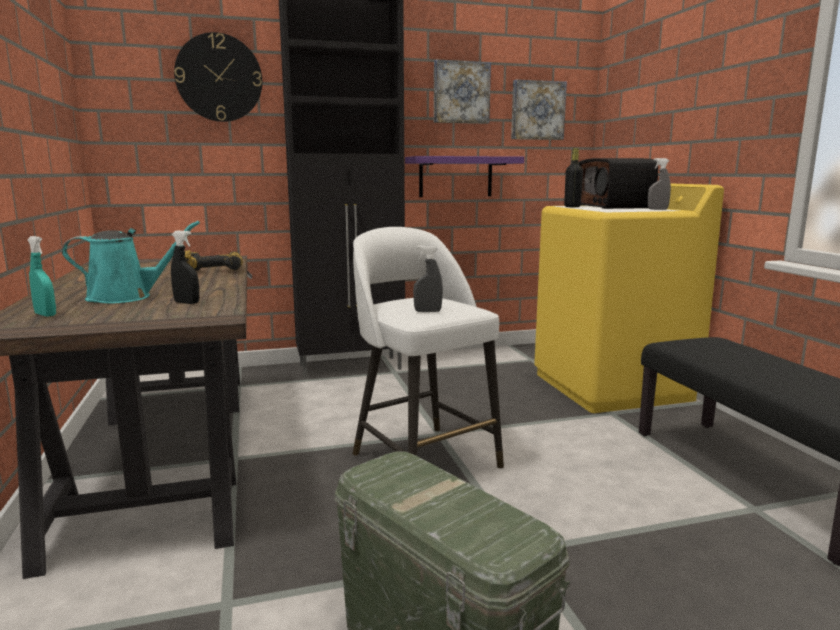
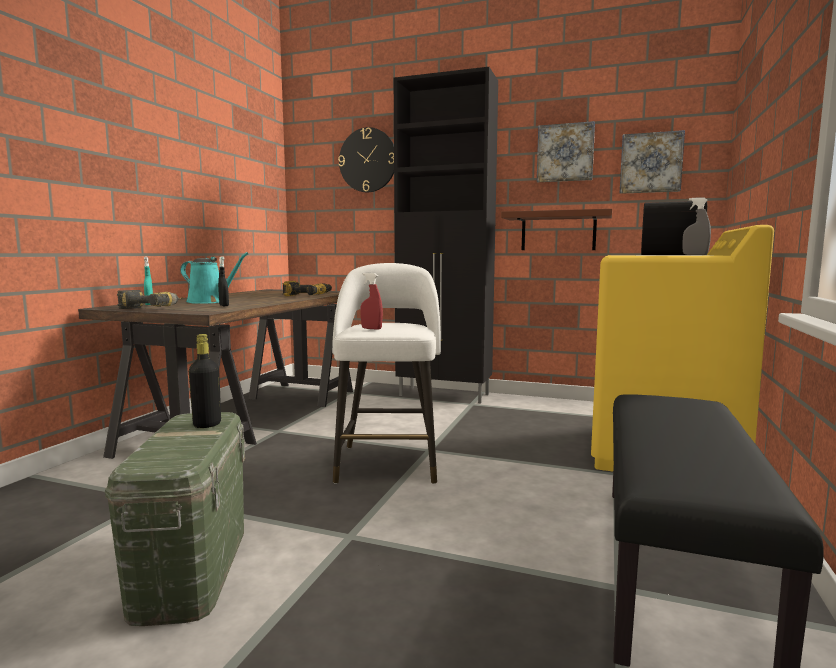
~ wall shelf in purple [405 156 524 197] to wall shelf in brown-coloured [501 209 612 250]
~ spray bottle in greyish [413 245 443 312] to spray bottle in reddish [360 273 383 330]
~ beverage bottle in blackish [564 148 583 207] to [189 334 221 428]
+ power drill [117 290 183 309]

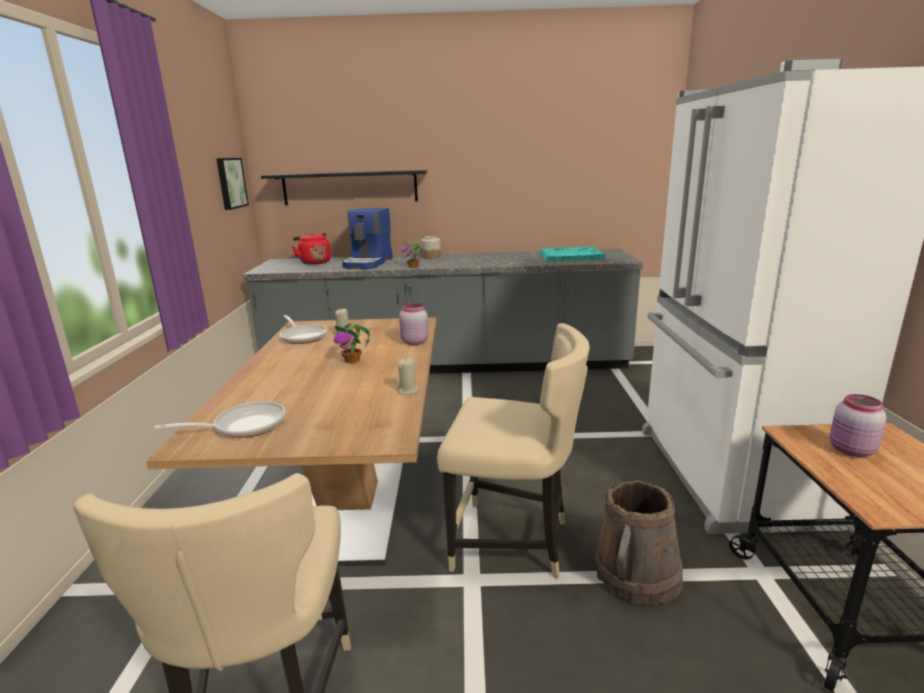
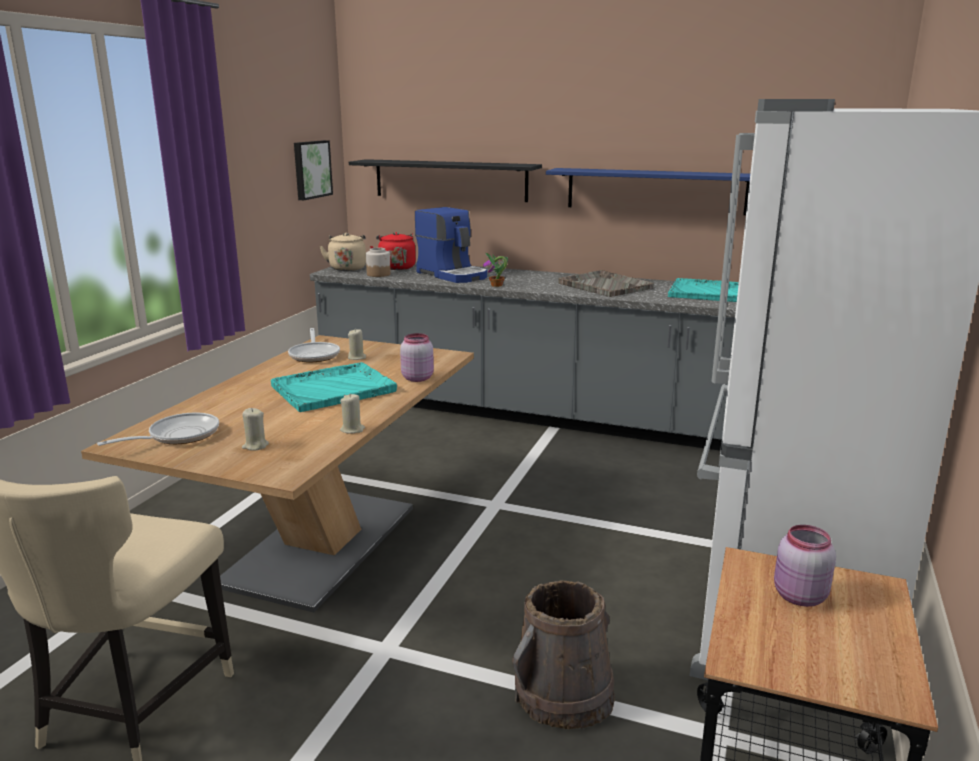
~ frying pan [154 401 285 438] = [97 412 219 446] 45 degrees counterclockwise
~ potted plant [333 324 370 363] to carrying tray in turquoise [271 362 397 412]
~ coffee maker [342 208 393 269] = [415 207 487 283] 75 degrees counterclockwise
~ jar [421 236 441 259] to [366 248 391 277]
- plain chair in beige-coloured [437 323 589 579]
+ wax light in beige-coloured [242 408 269 451]
+ tea kettle in beige-coloured [319 233 366 271]
+ wall shelf in blue [546 168 750 215]
+ carrying tray in greyish [558 270 654 297]

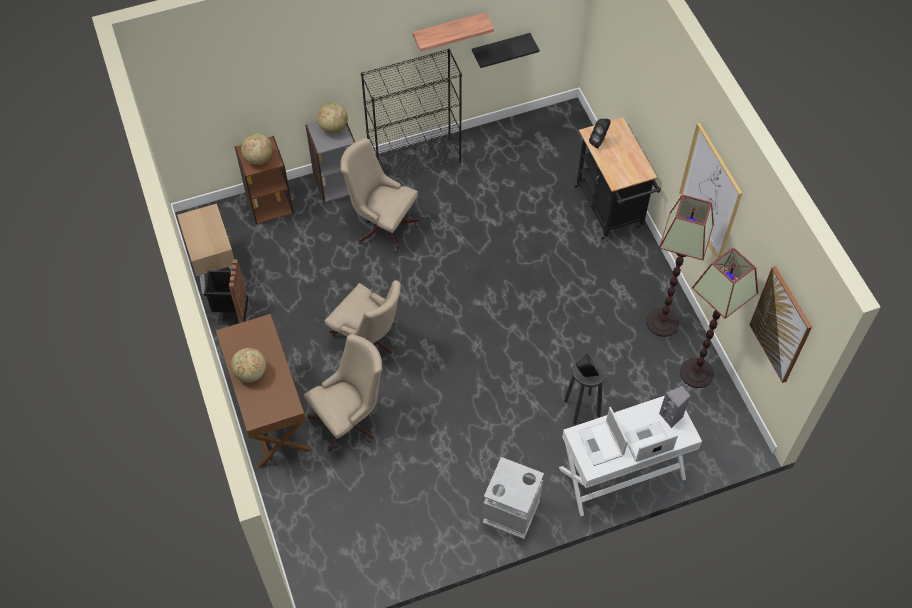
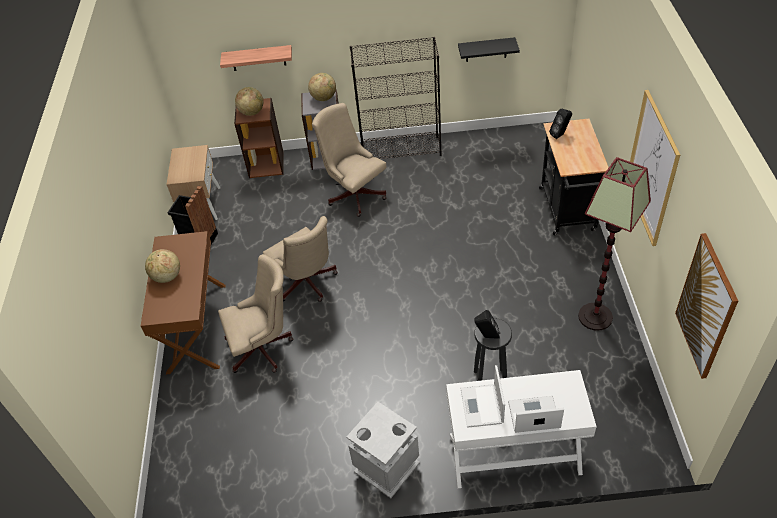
~ wall shelf [412 12 494 52] to [220 45 292 71]
- speaker in greyish [659 386 691 428]
- standard lamp [680 247 758 388]

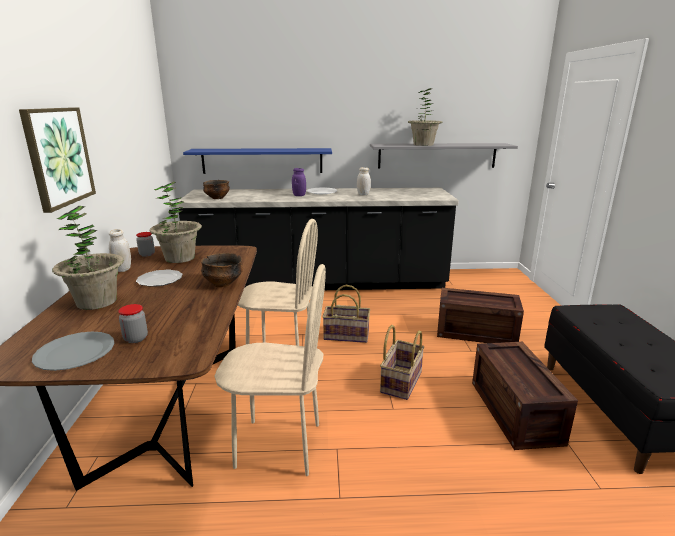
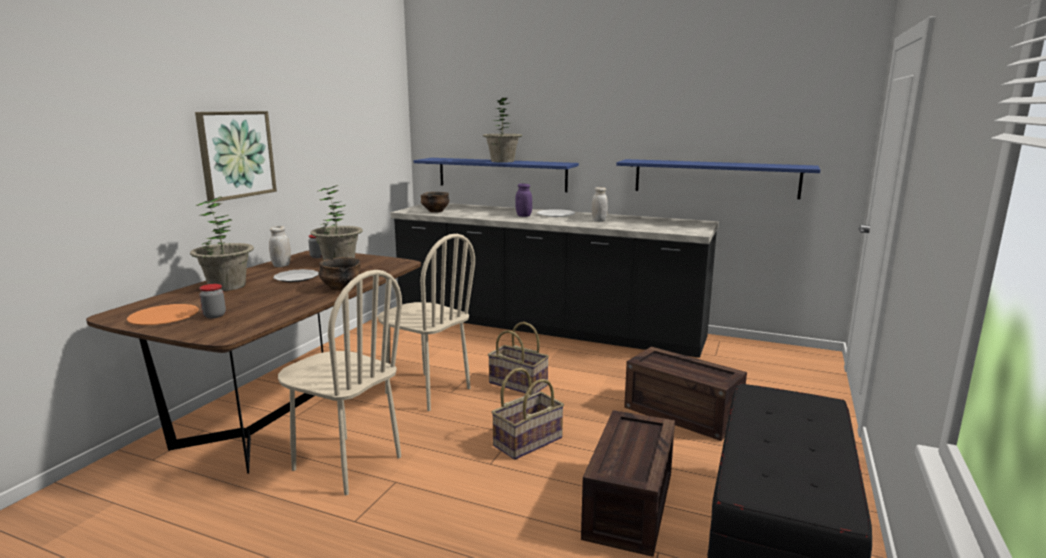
~ plate in greyish [32 332 114 371] to plate in orangey [127 304 199 325]
~ wall shelf in greyish [370 143 518 168] to wall shelf in blue [616 159 820 199]
~ potted plant [408 88 442 146] to [483 98 522 163]

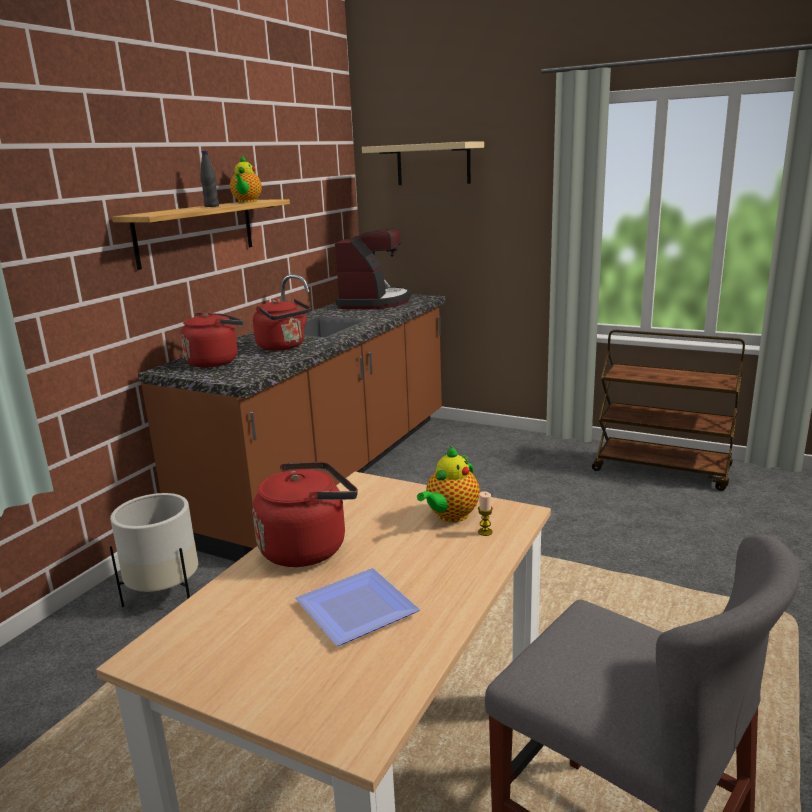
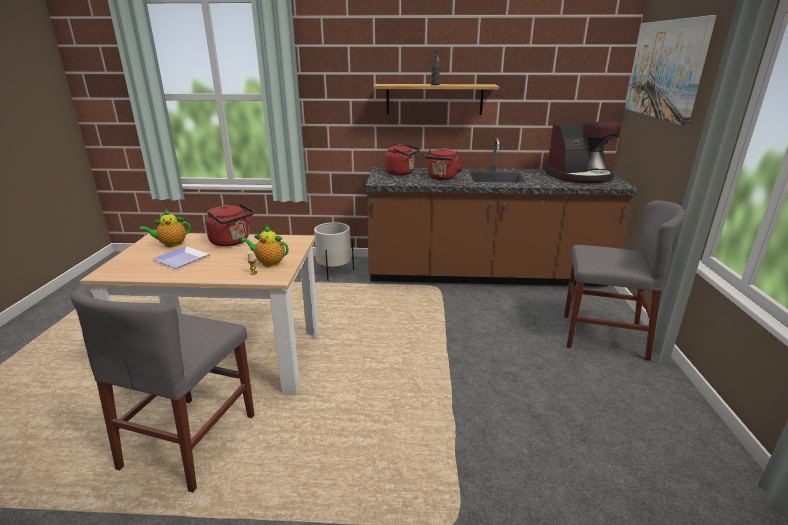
~ tea pot [230 155 262 202] to [139 209 191 247]
~ wall shelf in beige-coloured [362 141 484 185] to wall art [625 15 716 126]
- cart in brown-coloured [592 330 745 491]
+ plain chair in greyish [564 200 686 361]

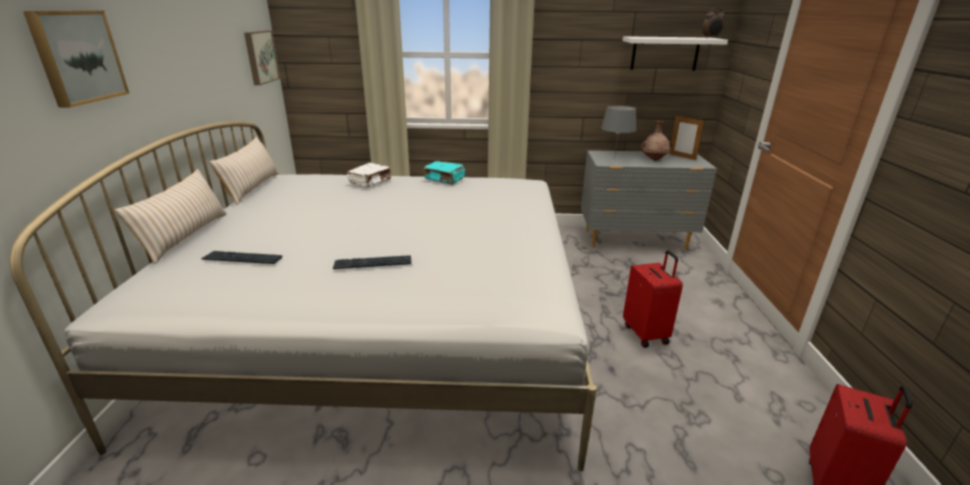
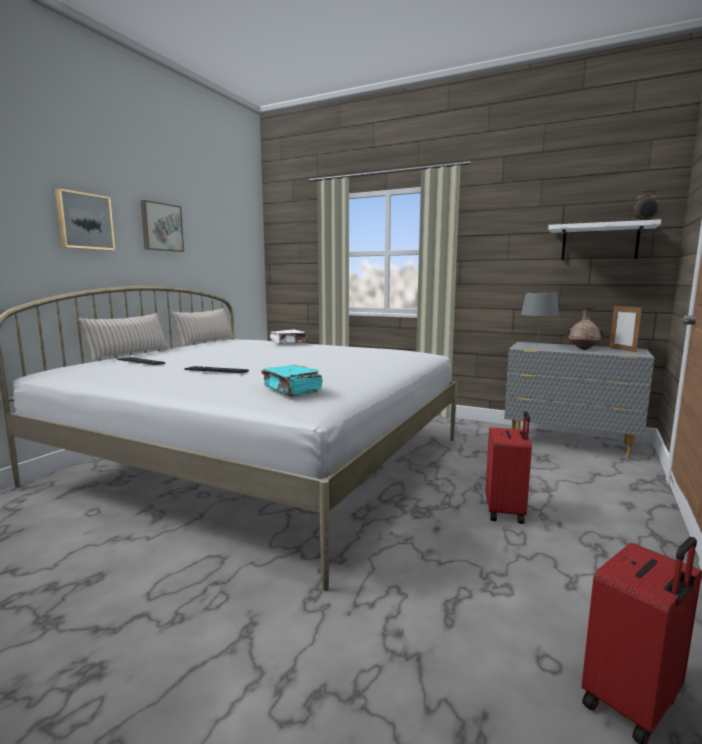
~ wall art [244 30 280 85] to [141 200 184 252]
~ book in turquoise [423 161 465 185] to [262 365 323 397]

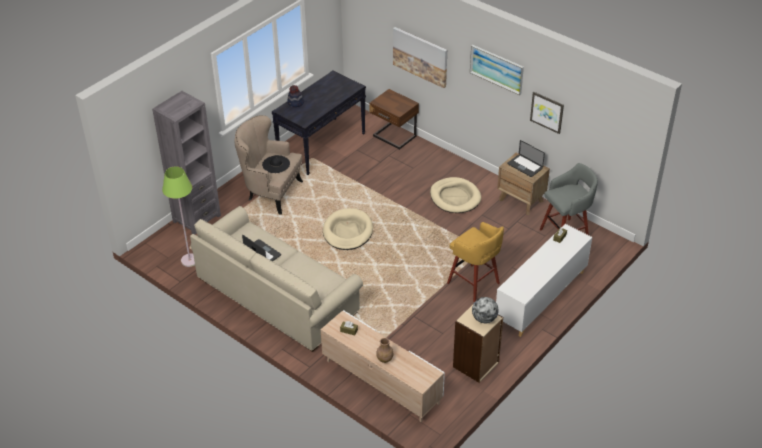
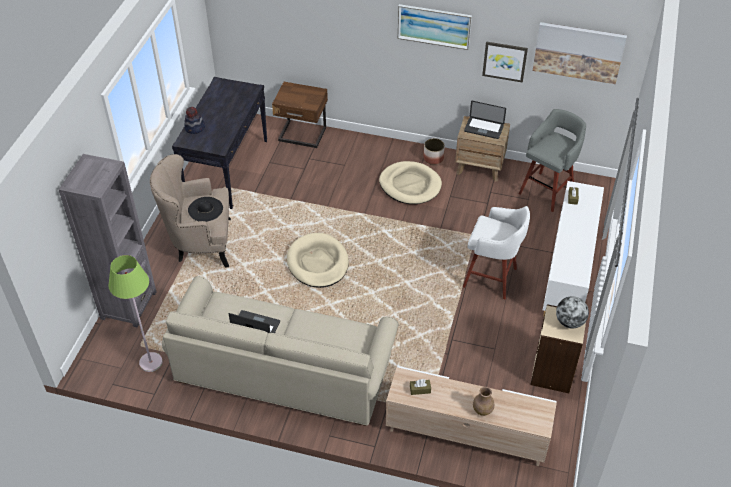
~ wall art [393 27 447 88] to [533 22 627 84]
~ sitting stool in yellowish [447 222 504 302] to sitting stool in white-coloured [463 206 530 299]
+ flower pot [423 138 445 165]

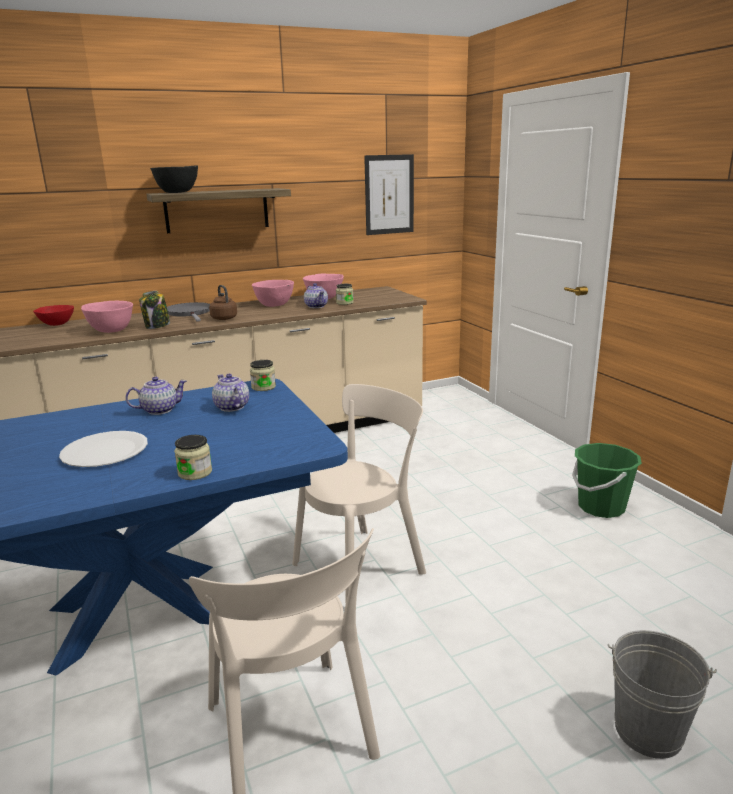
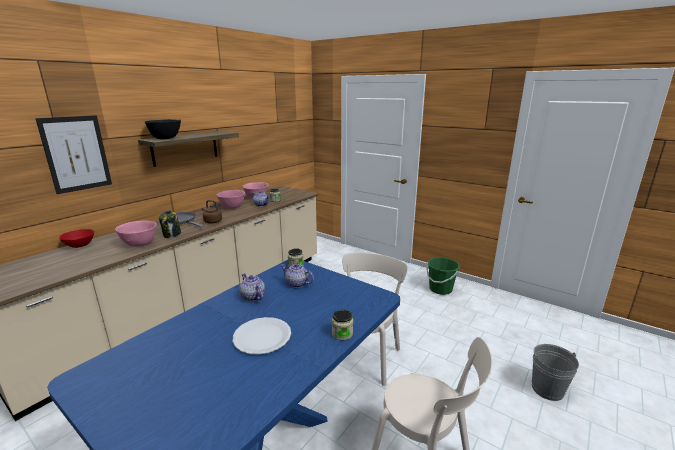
~ tea pot [125 377 187 415] = [239 273 265 301] 75 degrees counterclockwise
~ wall art [364 154 414 235] to [35 115 112 194]

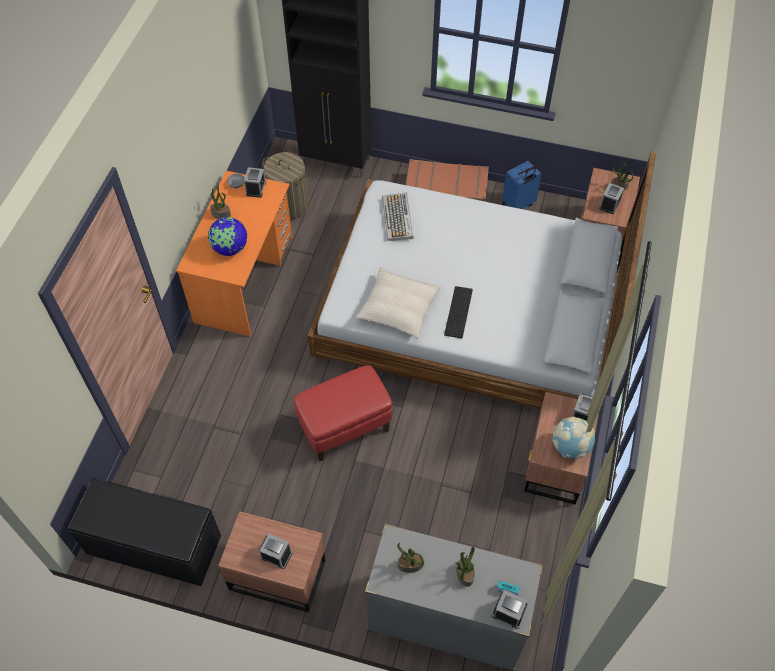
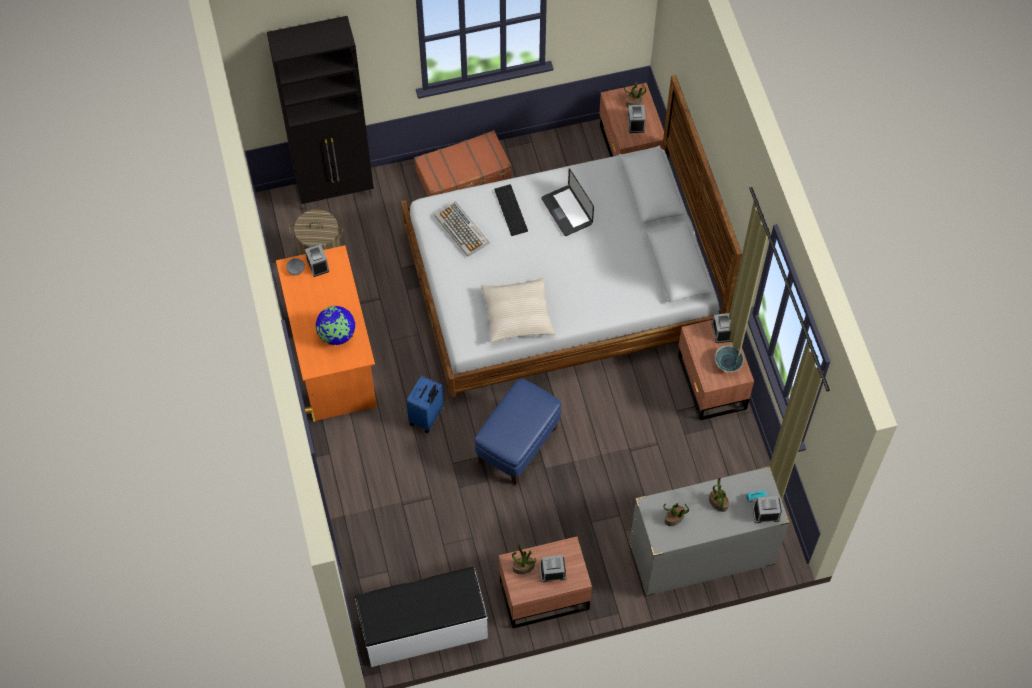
~ long seat in blackish [68 478 221 586] to long seat in white-coloured [355 567 488 667]
~ potted plant [210 184 231 219] to [512 544 536 574]
~ footrest in reddish [294 365 392 461] to footrest in blue [475 379 561 485]
~ PC keyboard [444 286 473 338] to [494 184 528 236]
~ suitcase in blue [502 161 542 209] to [406 375 444 433]
~ world globe [552 417 595 459] to bowl [715 345 744 372]
+ portable computer [541 168 594 236]

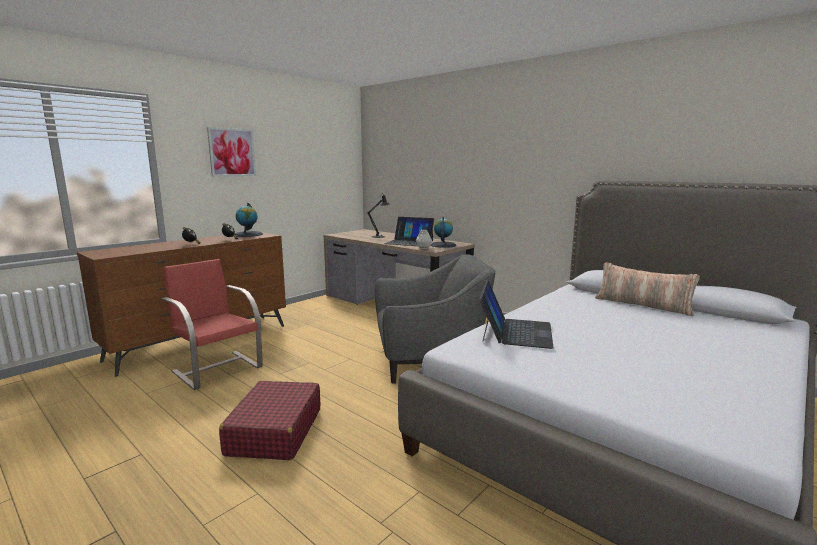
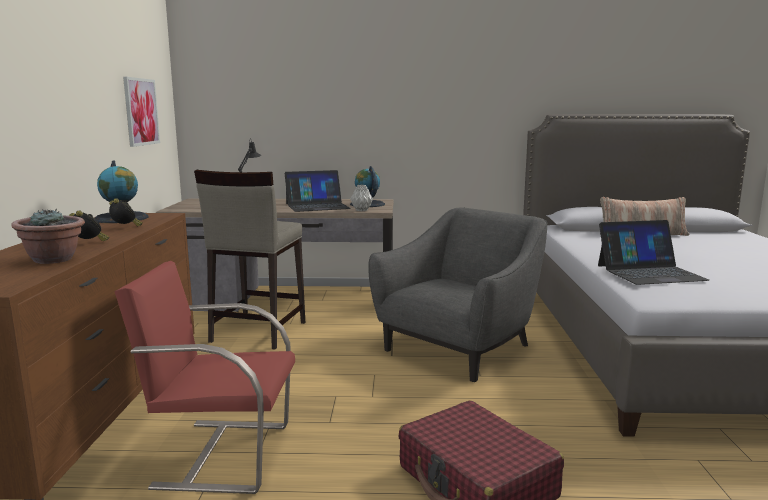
~ wall art [207 127 256 177] to [123 77 160 147]
~ portable computer [479 280 554 349] = [598 220 709 285] 105 degrees clockwise
+ potted plant [12 209 85 264]
+ sitting stool in beige-coloured [194 170 305 350]

